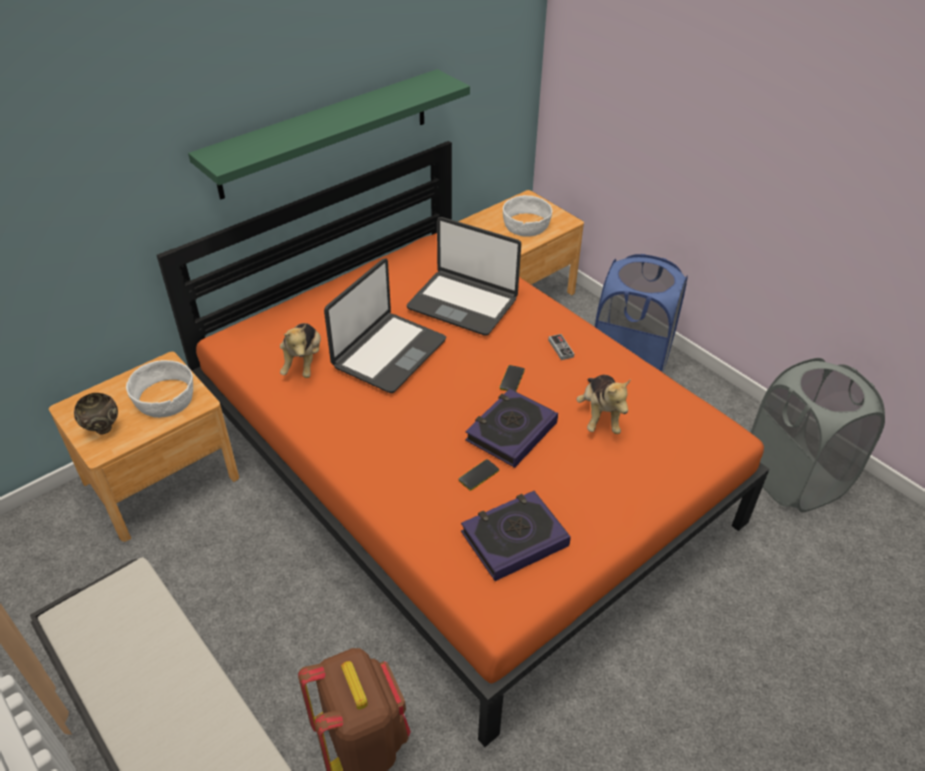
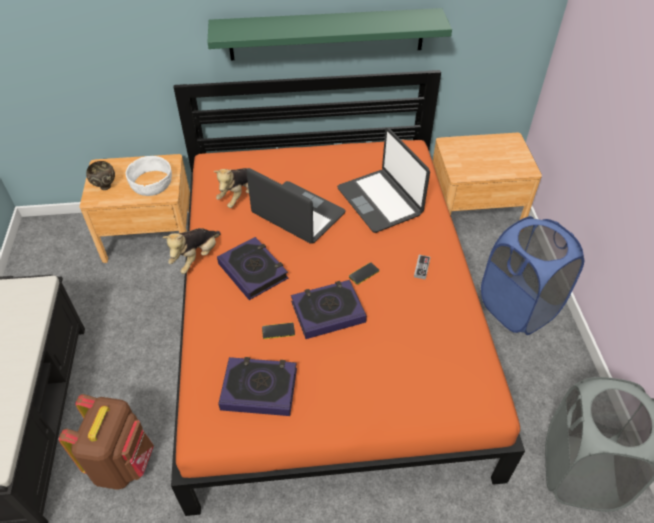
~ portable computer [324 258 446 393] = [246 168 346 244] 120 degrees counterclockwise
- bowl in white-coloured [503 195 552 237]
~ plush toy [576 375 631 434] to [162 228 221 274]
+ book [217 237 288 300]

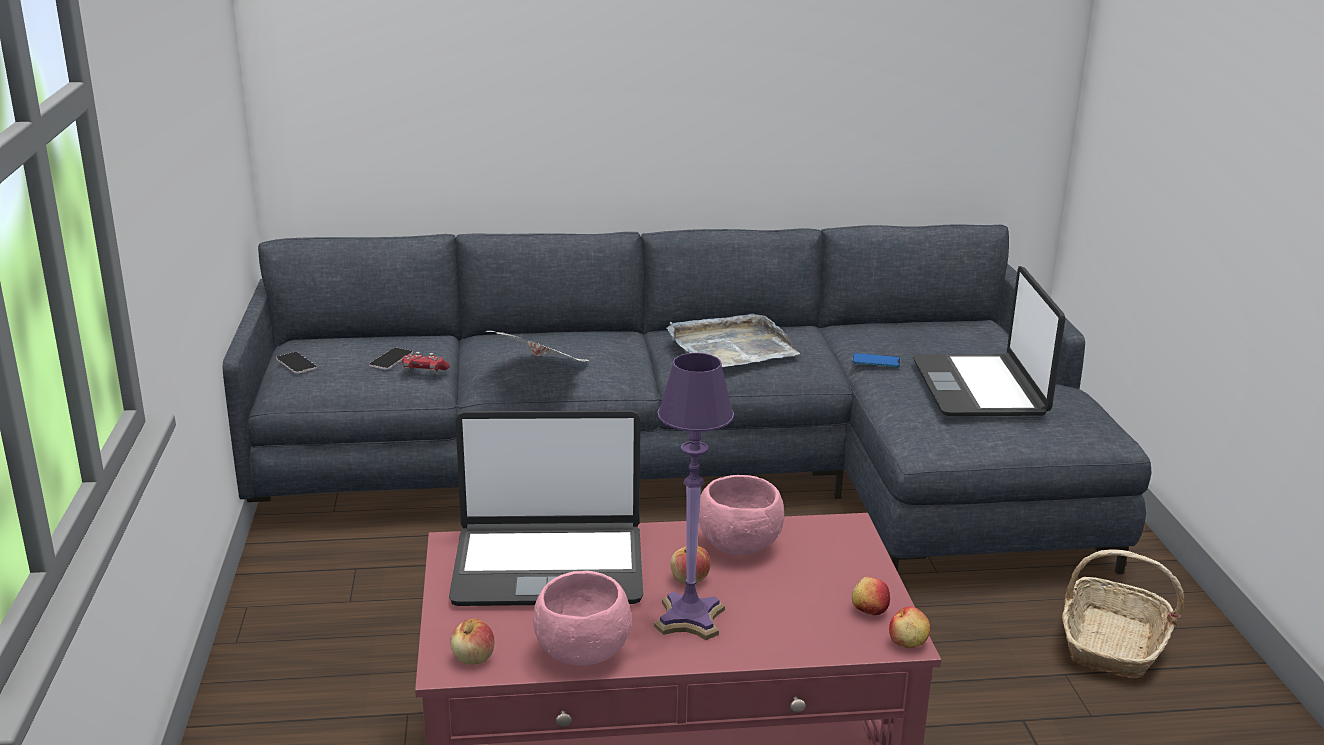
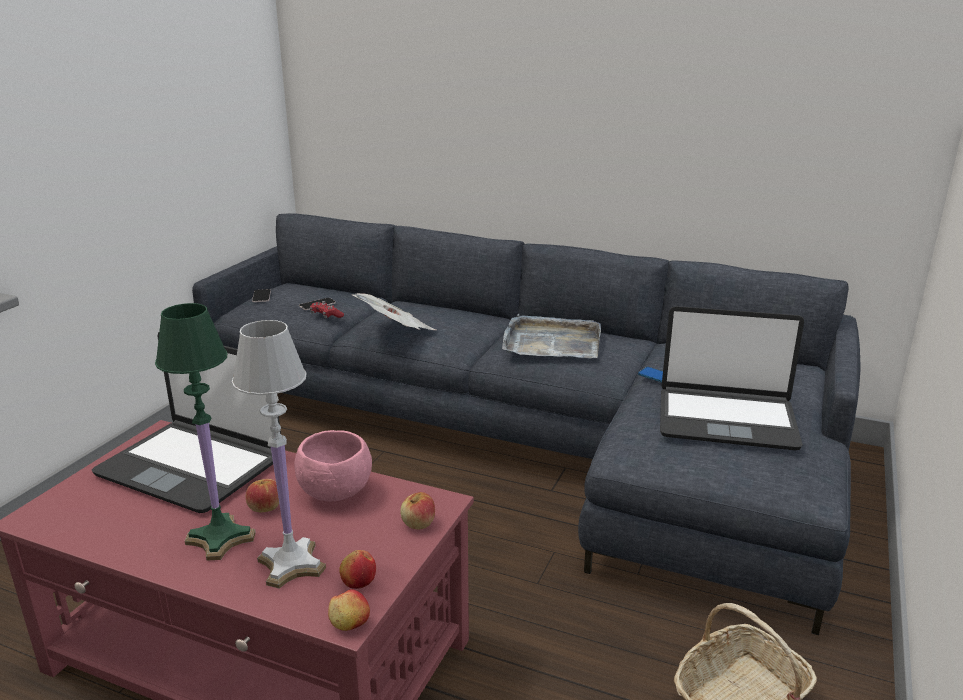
~ apple fruit [450 618 494 665] to [400 492 435 529]
- bowl in pinkish [533 571 632 666]
~ table lamp in purple [654 353 734 640] to table lamp in green-coloured [155 303 256 561]
~ portable computer [913 266 1066 416] = [660 306 804 450] 105 degrees counterclockwise
+ table lamp in white-coloured [232 320 326 589]

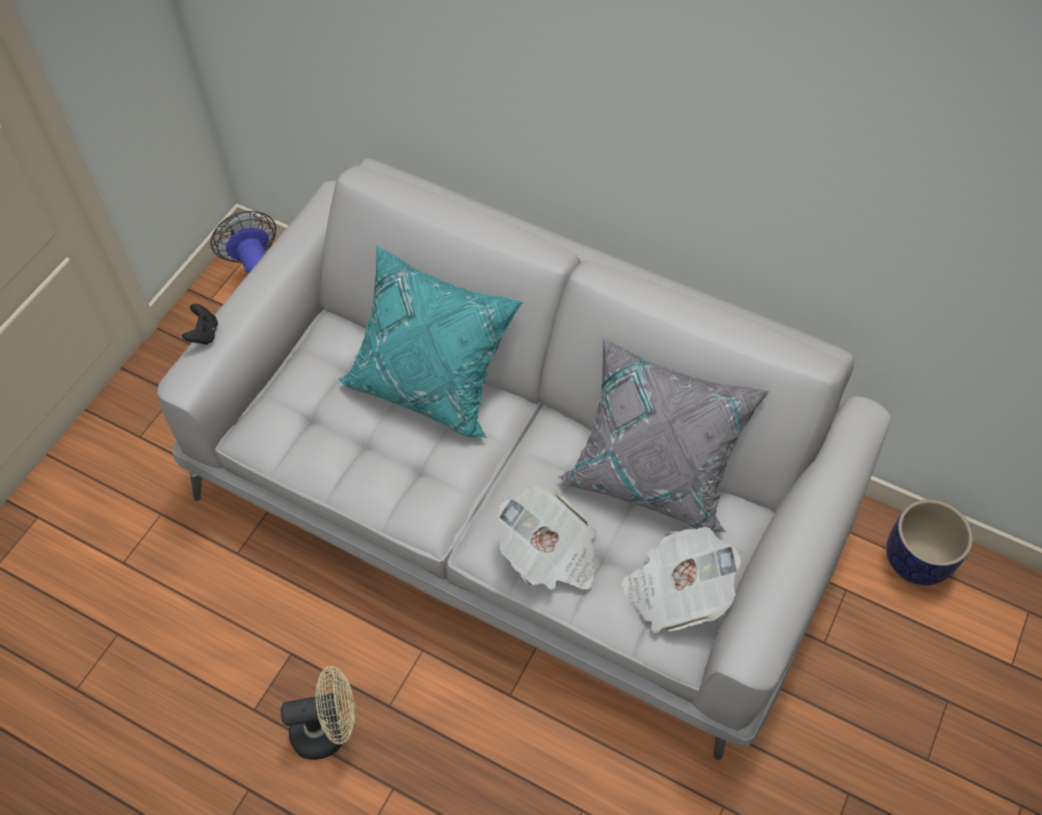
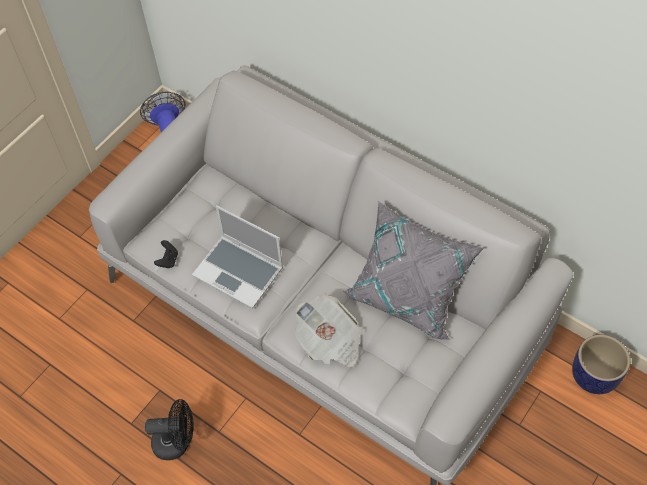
~ game controller in blackish [182 304 218 345] to [154 240 178 268]
~ cooling fan in beige-coloured [280 666 355 760] to cooling fan in blackish [145 399 194 460]
- pillow in turquoise [338 244 523 438]
- daily paper [622 527 741 633]
+ portable computer [192 205 283 309]

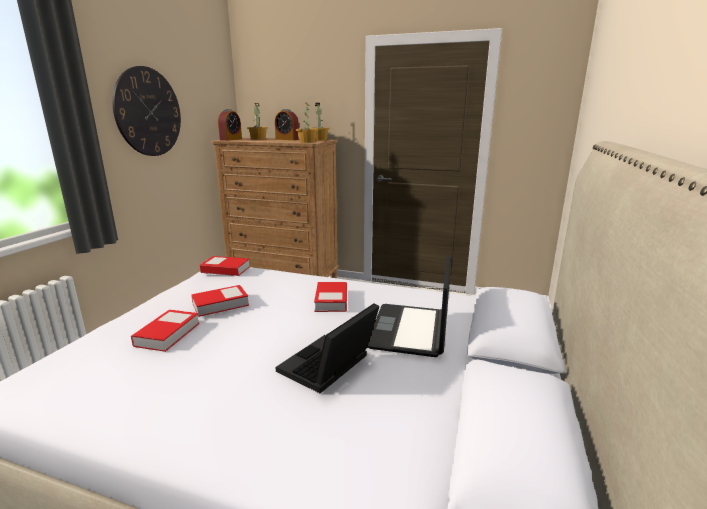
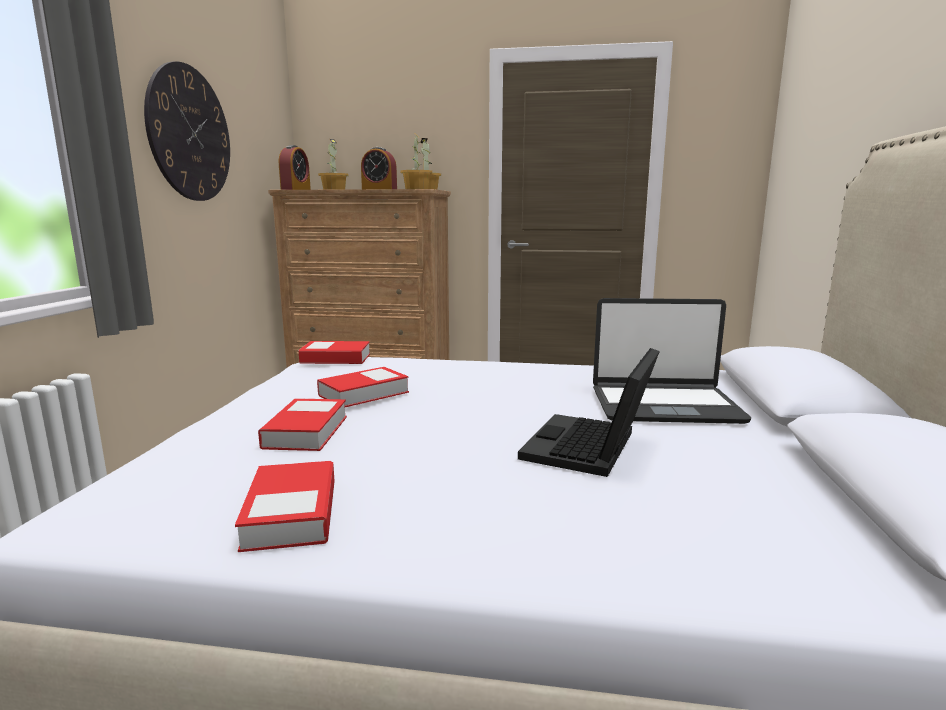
~ book [314 282 347 312] to [235 461 335 552]
~ portable computer [367 254 451 357] = [593 298 751 424] 90 degrees counterclockwise

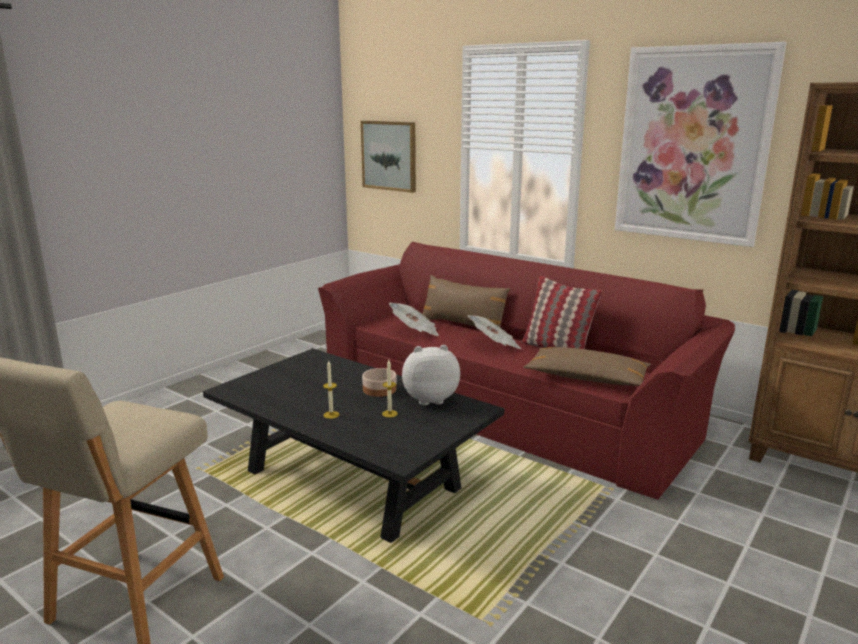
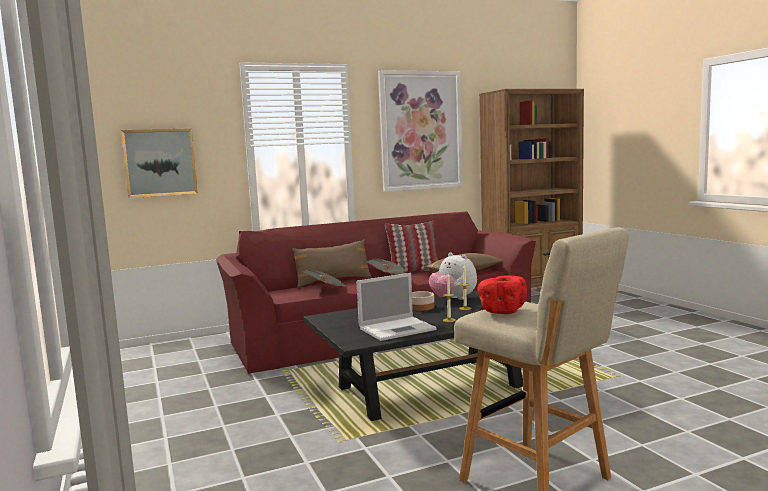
~ plush toy [402 345 460 405] = [429 253 477 300] 60 degrees counterclockwise
+ portable computer [356 273 437 341]
+ bowl in reddish [477 275 527 314]

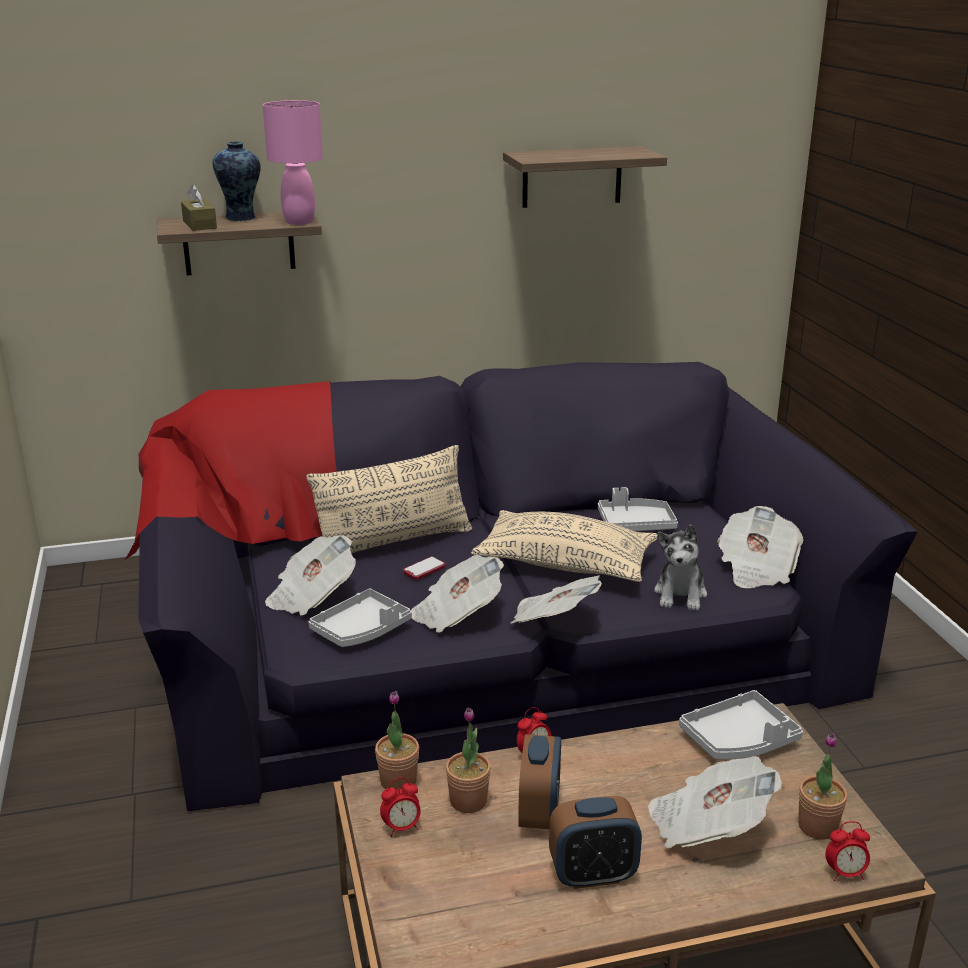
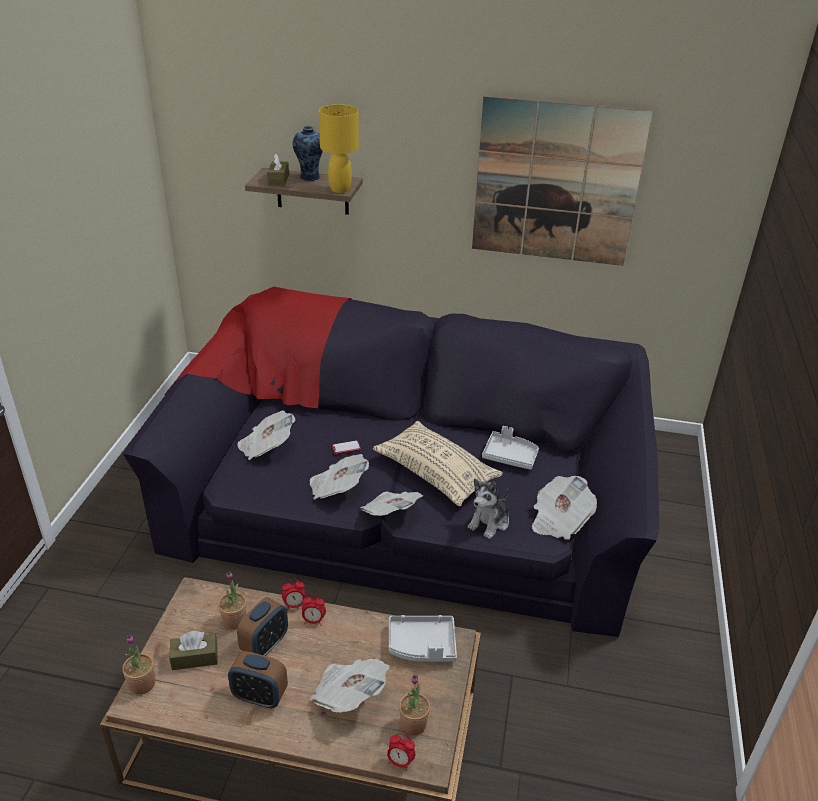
~ table lamp in pinkish [263 100 323 225] to table lamp in yellowish [319 104 359 193]
- pillow in beige-coloured [307 445 472 554]
- carrying tray in greyish [309 588 412 647]
~ potted plant [375 691 419 790] to [122 635 155 695]
~ table clock [380 777 421 837] to [302 594 326 626]
~ wall shelf [503 146 667 208] to wall art [472 96 653 266]
+ tissue box in brown-coloured [169 631 218 670]

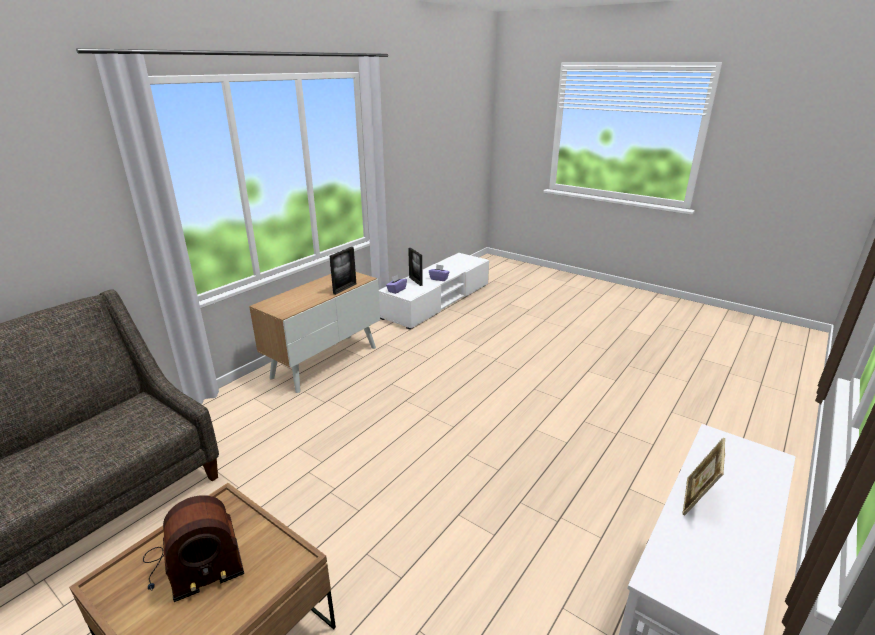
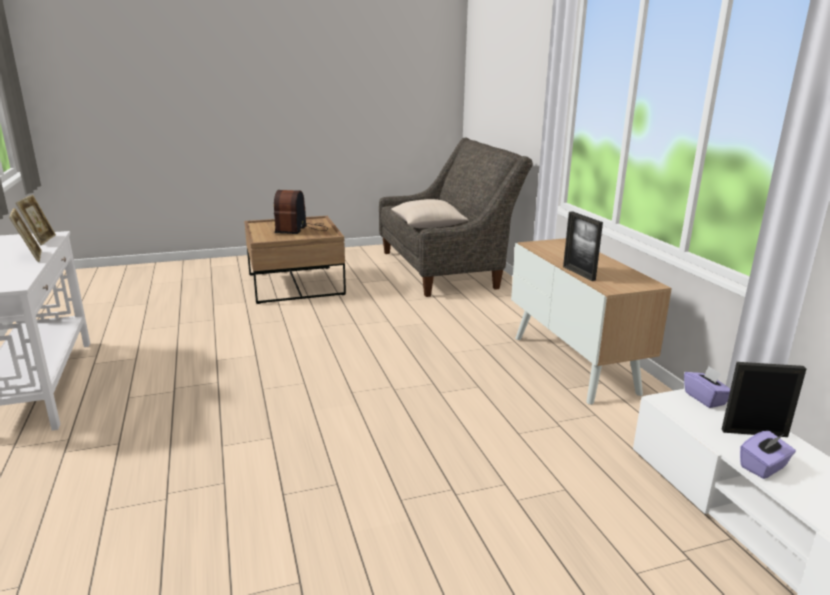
+ picture frame [16 195 56 246]
+ pillow in beige-coloured [391 199 468 228]

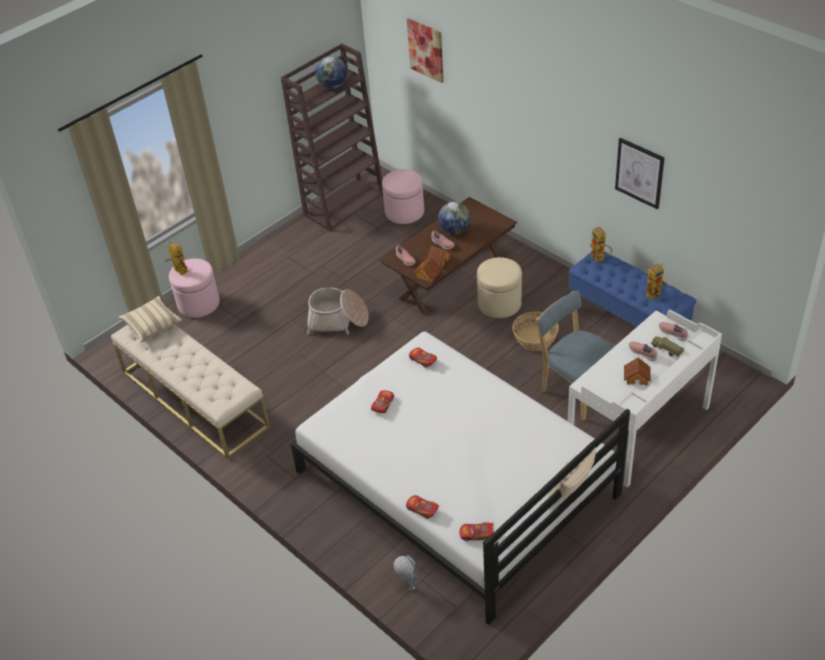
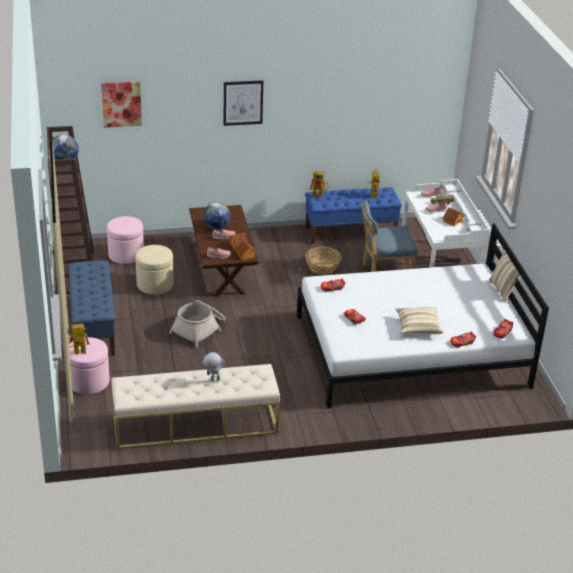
~ pillow in beige-coloured [118 296 182 343] to [395 307 444 334]
~ toy robot [393 555 417 590] to [201 352 225 381]
~ footrest in beige-coloured [477 257 522 318] to [135 245 174 295]
~ wall art [615 138 665 209] to [224 80 263 126]
+ long seat in blue [69 261 115 356]

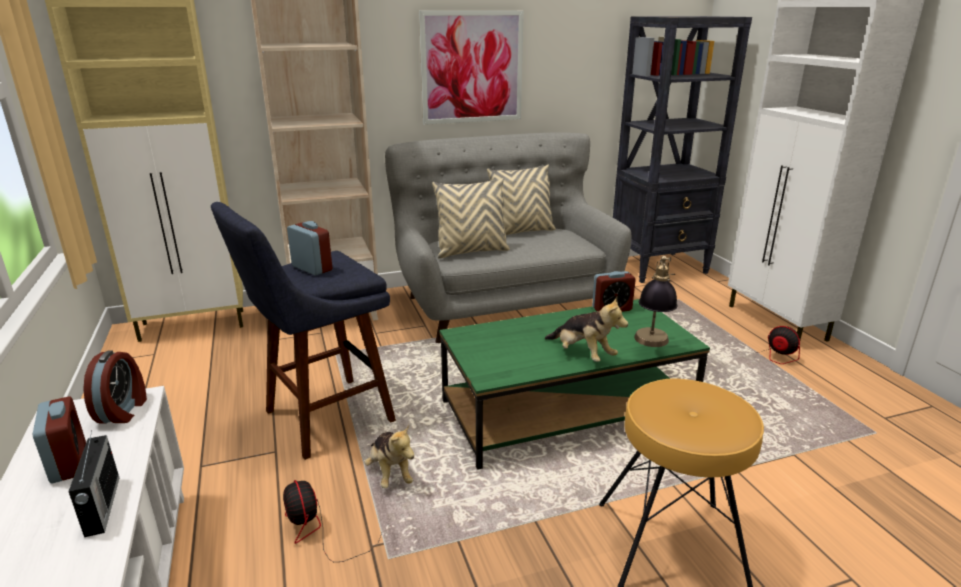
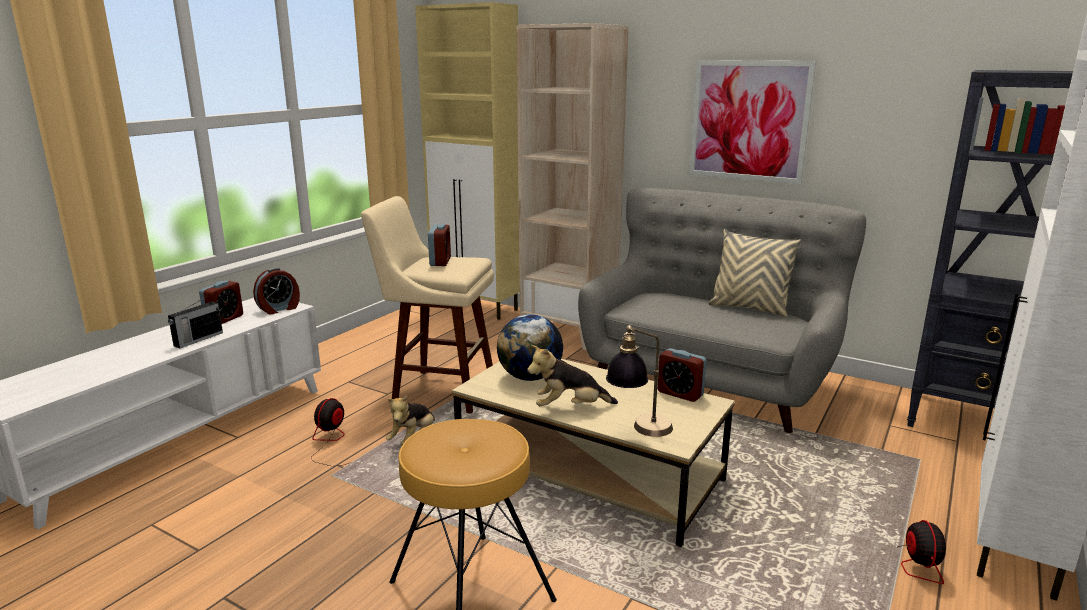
~ sitting stool in blue [211 202 396 460] to sitting stool in beige-coloured [361 196 494 414]
- pillow in beige-coloured [432 178 510 259]
~ low table in green-coloured [440 299 710 470] to low table in beige-coloured [452 359 735 547]
~ plush toy [545 297 628 362] = [527 345 618 406] 75 degrees clockwise
+ world globe [497 314 563 381]

